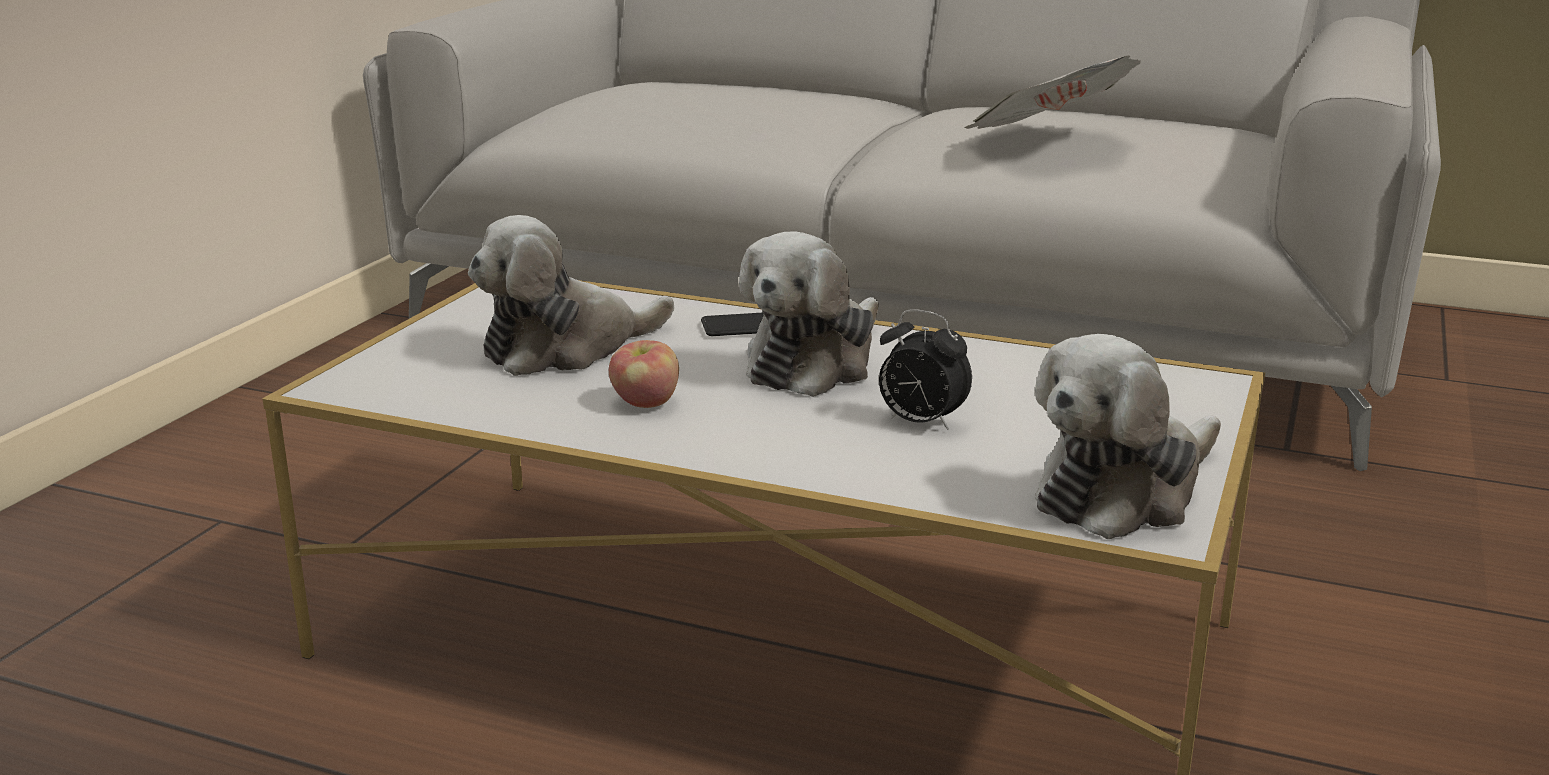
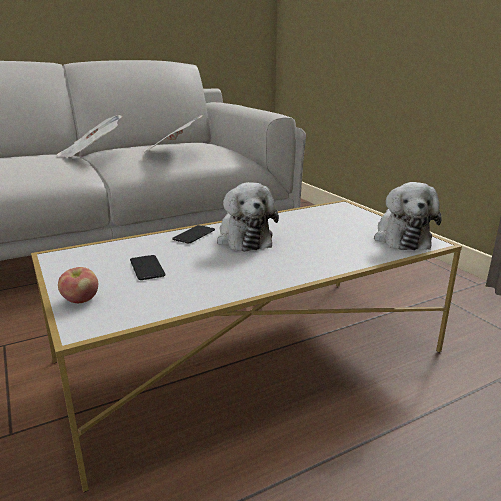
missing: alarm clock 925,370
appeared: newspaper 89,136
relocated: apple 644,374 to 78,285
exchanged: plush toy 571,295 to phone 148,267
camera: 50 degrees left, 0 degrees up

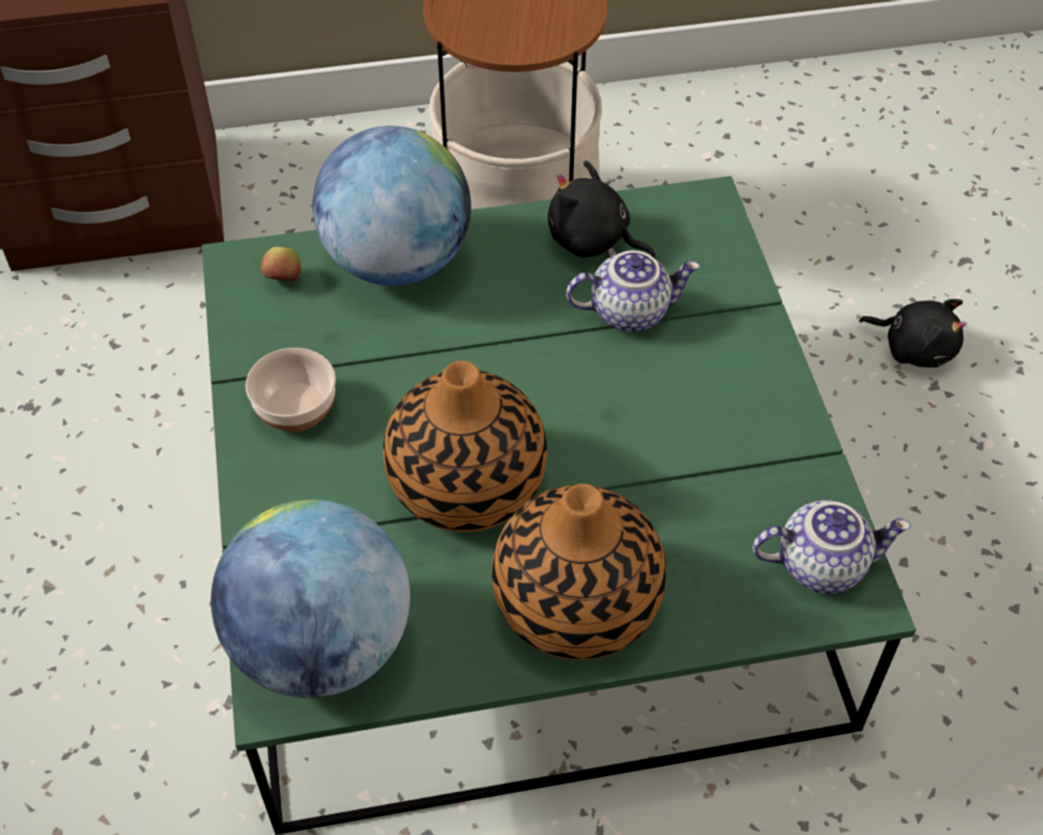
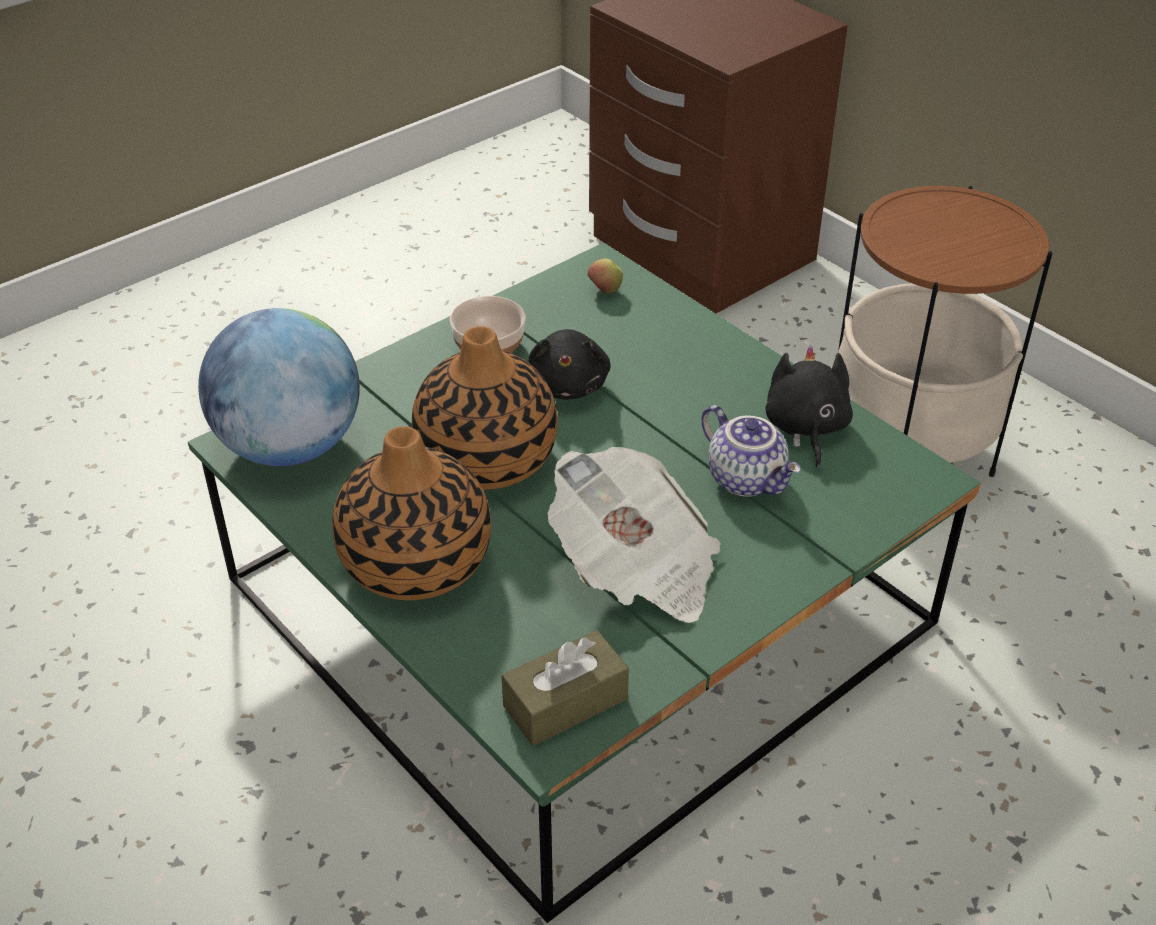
missing: globe 391,206
appeared: newspaper 634,535
relocated: black plush toy 913,333 to 569,364
exchanged: teapot 832,547 to brown tissue box 565,688
camera: 60 degrees right, 10 degrees down

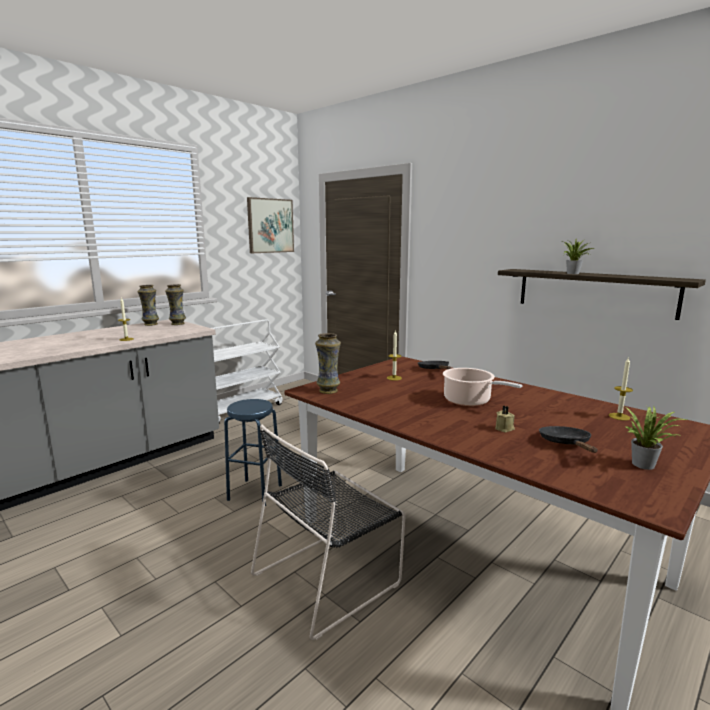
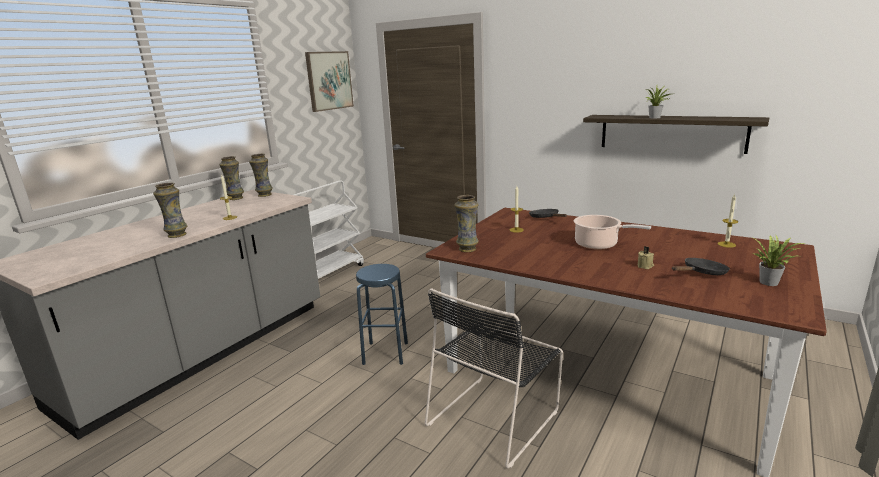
appeared: vase 170,210
spun: black frying pan 568,439 = 701,266 75 degrees clockwise
camera: 10 degrees left, 5 degrees up

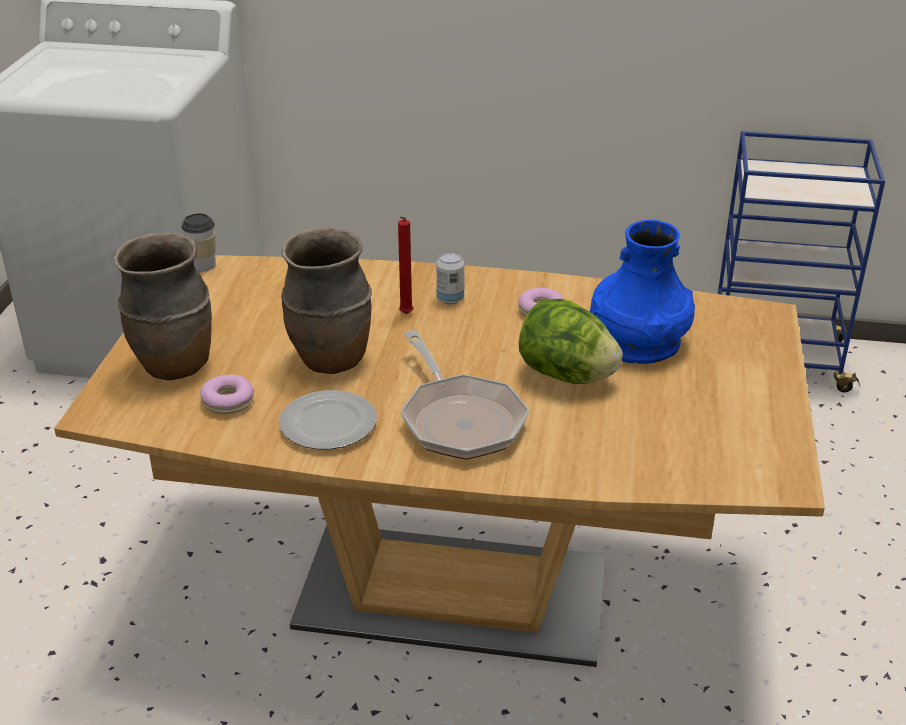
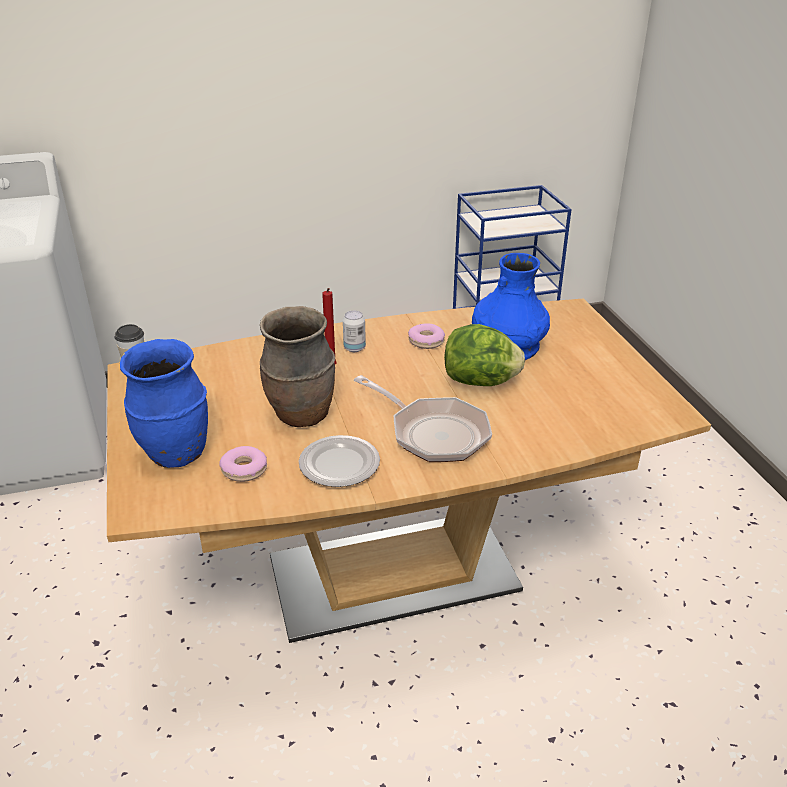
colour: brown vase 163,306 to blue vase 164,403
camera: 25 degrees left, 0 degrees up

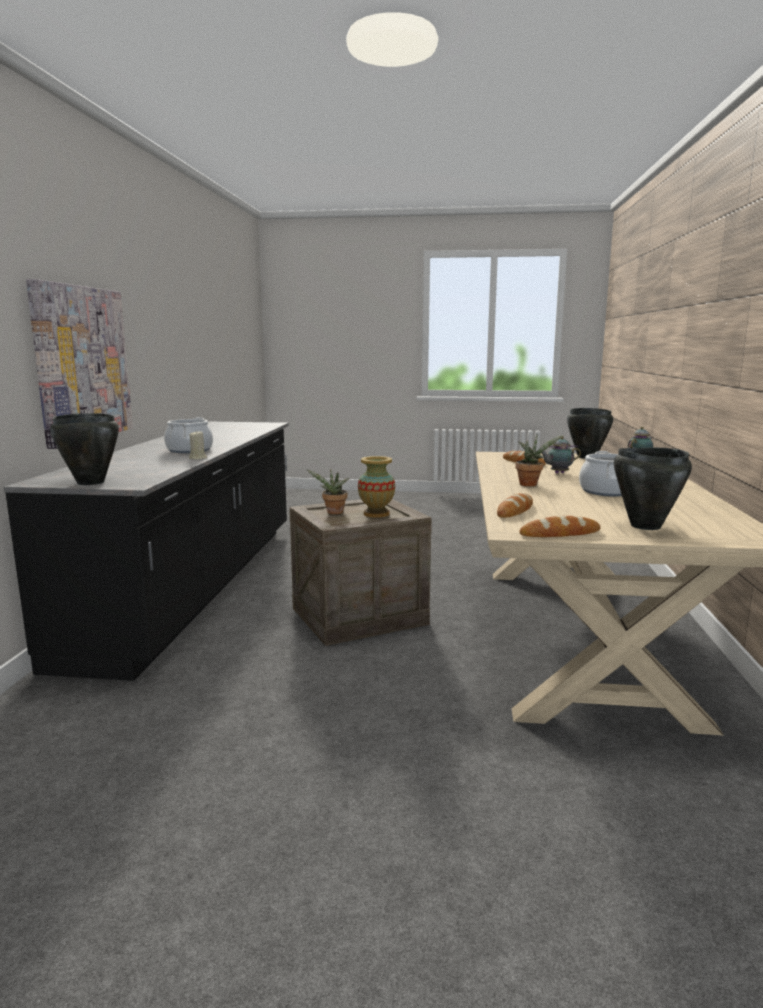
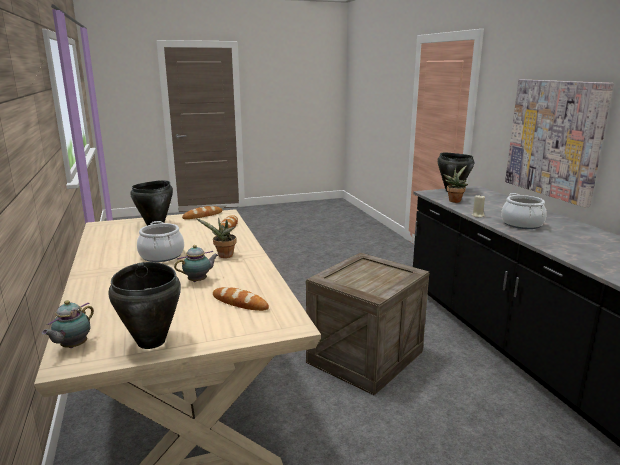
missing: vase 376,487
relocated: potted plant 328,491 to 455,184
camera: 155 degrees right, 5 degrees up

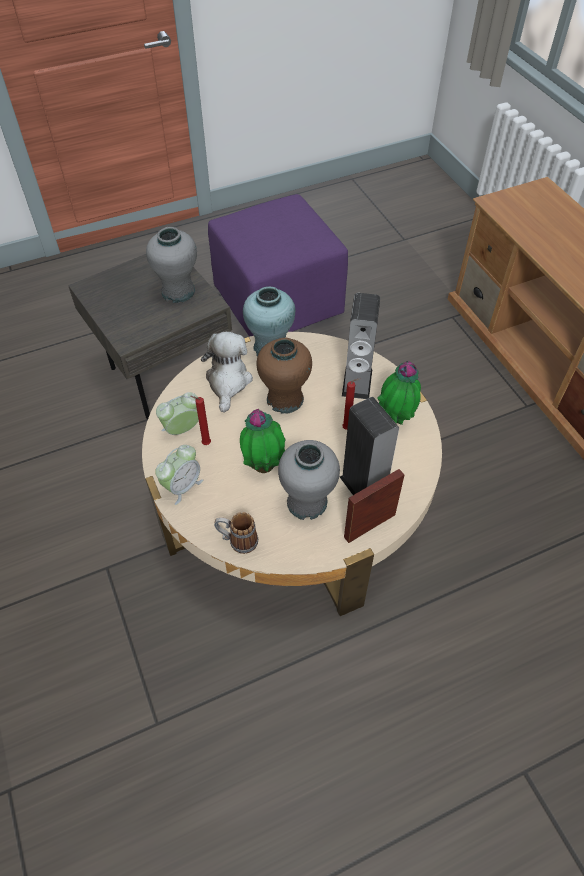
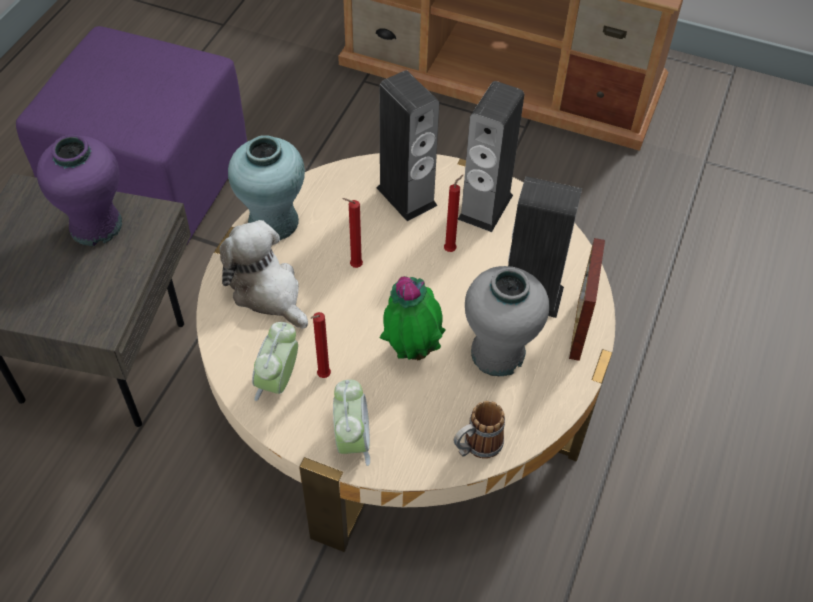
exchanged: brown vase 284,376 to red candle 352,233; potted plant 399,393 to speaker 491,156
colour: grey vase 171,265 to purple vase 79,190
camera: 45 degrees left, 0 degrees up

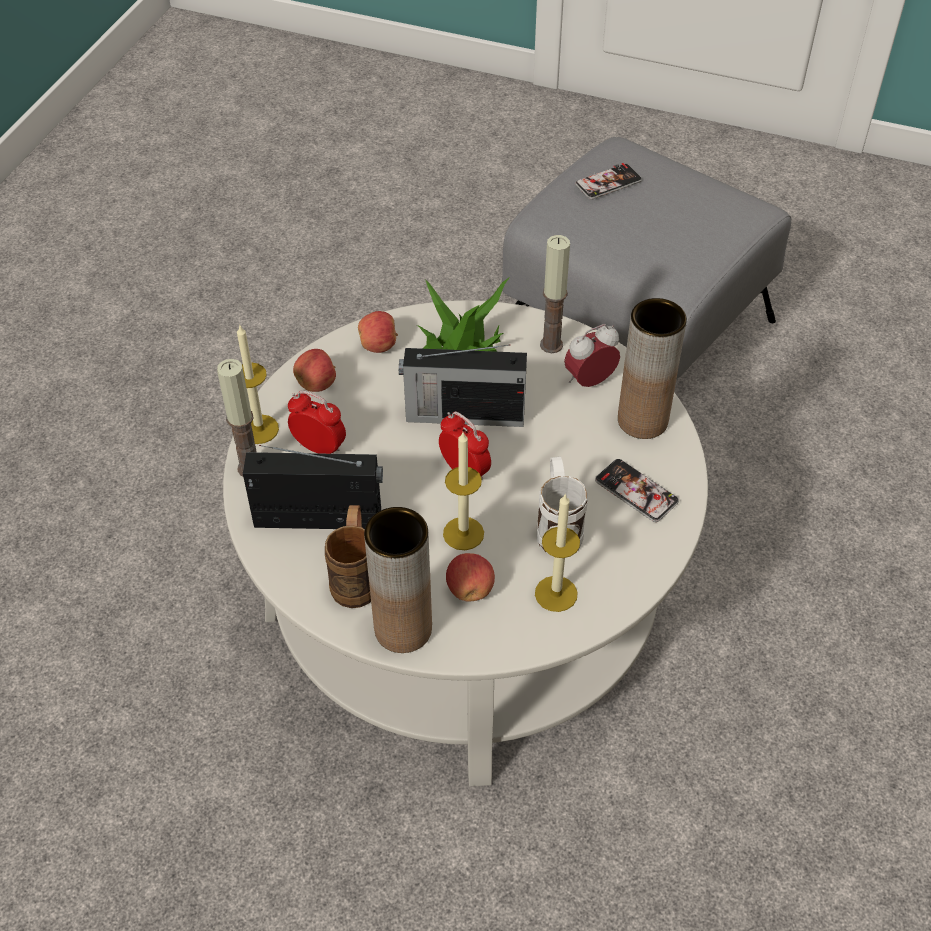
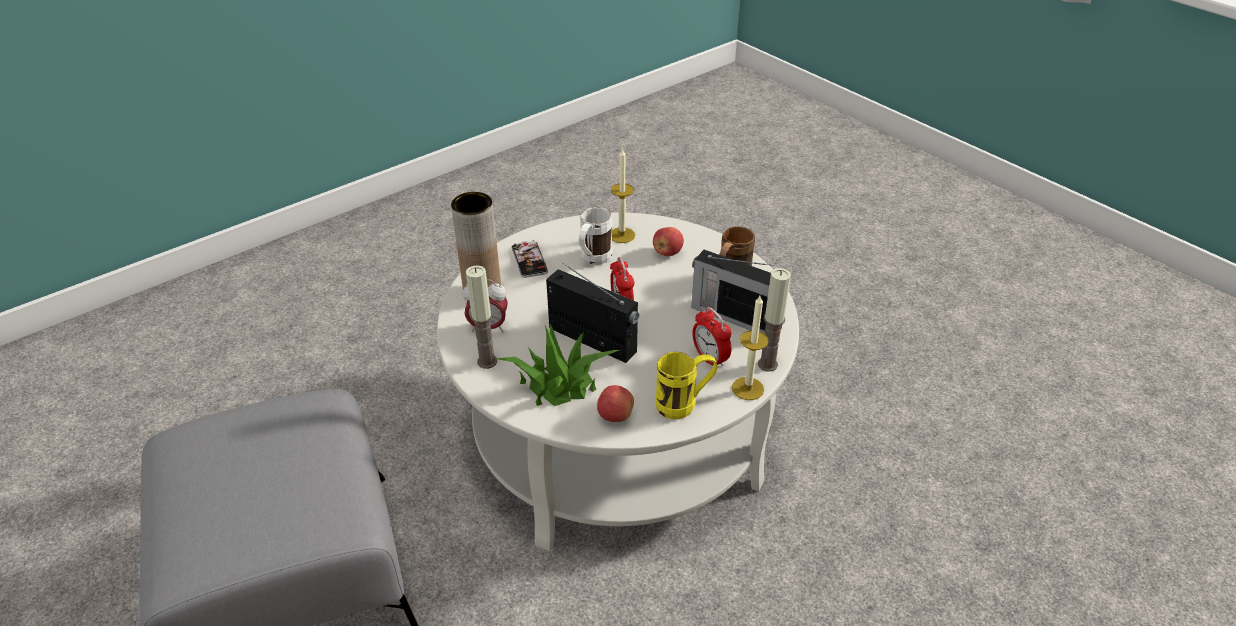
missing: brown vase 398,580; candle 463,491; phone 608,181
exchanged: apple 314,370 to yellow mug 687,385
camera: 150 degrees left, 10 degrees down

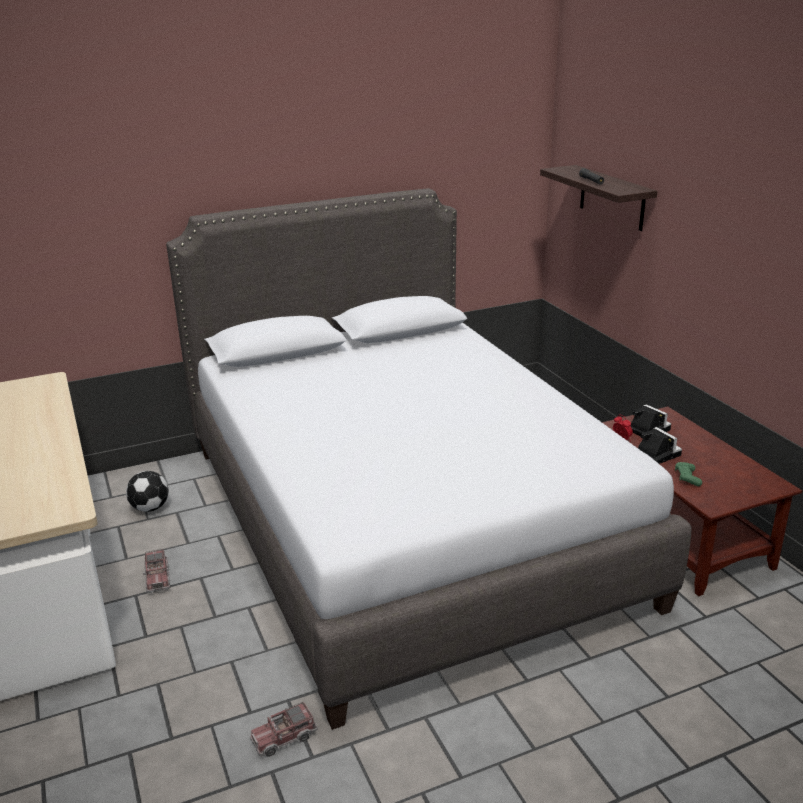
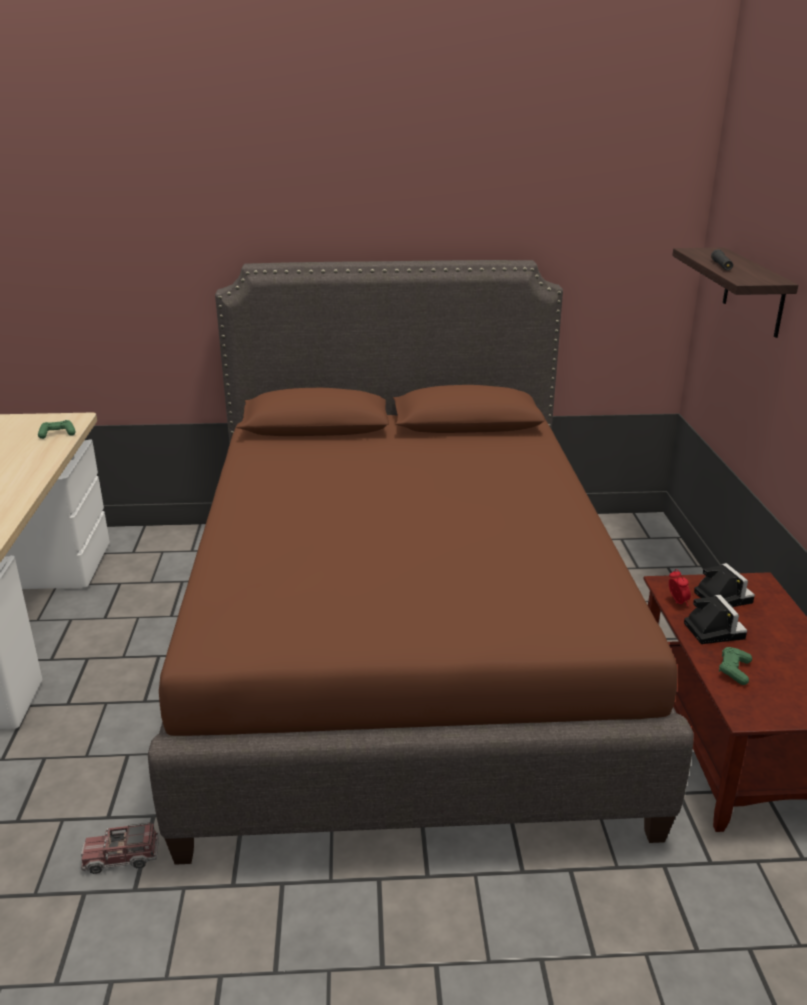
missing: football 147,491; toy truck 156,571
appeared: green game controller 57,429
colour: grey bed 429,459 to brown bed 421,562
camera: 20 degrees right, 0 degrees up

